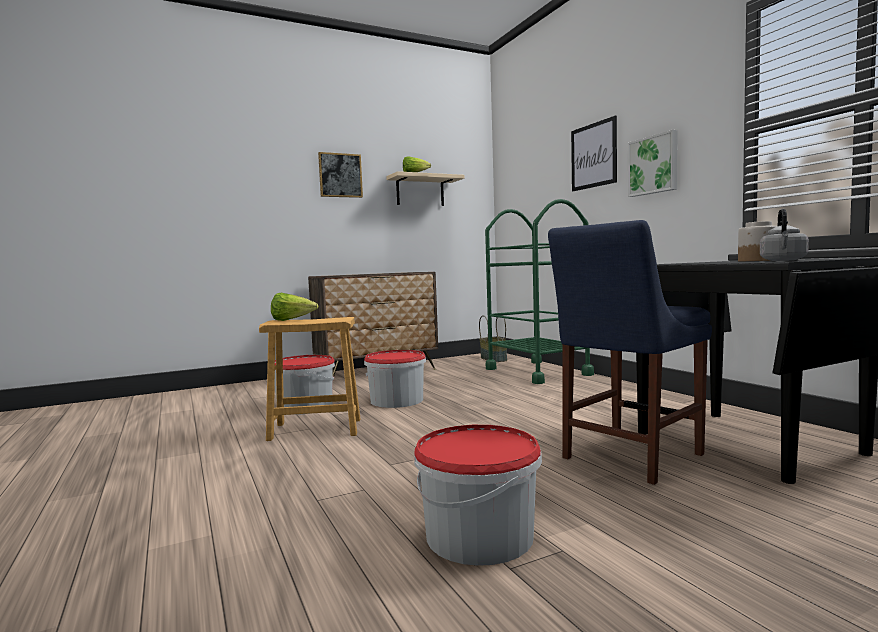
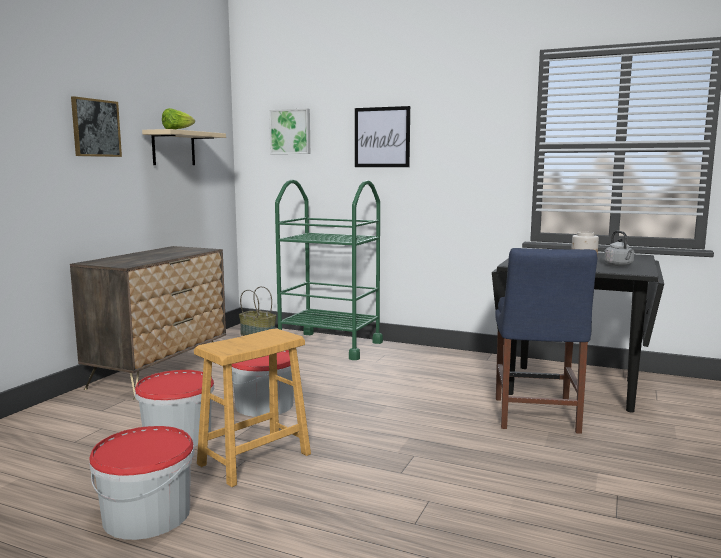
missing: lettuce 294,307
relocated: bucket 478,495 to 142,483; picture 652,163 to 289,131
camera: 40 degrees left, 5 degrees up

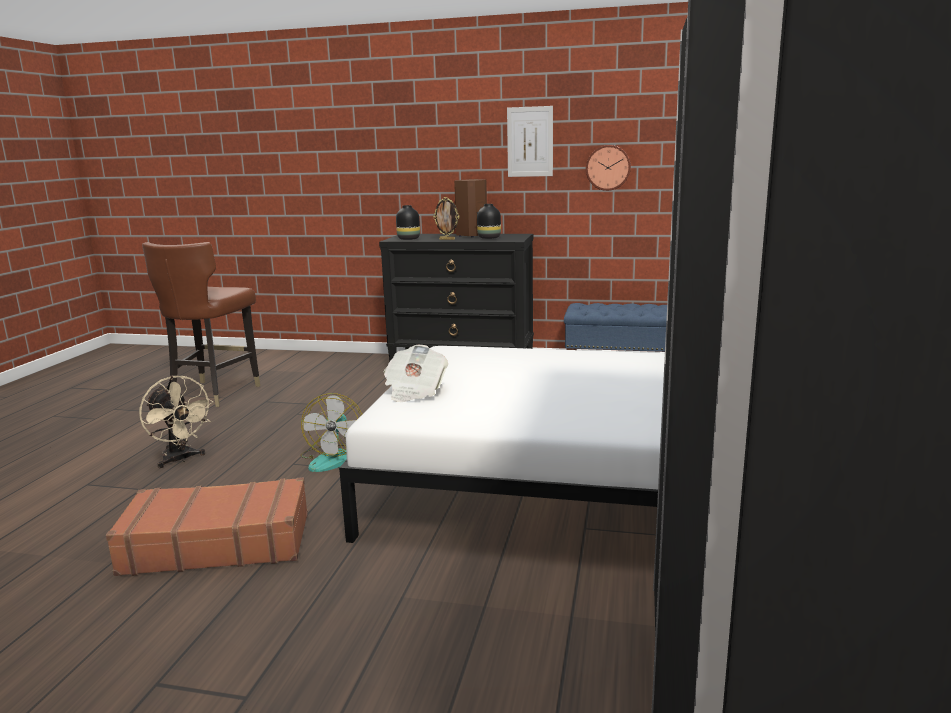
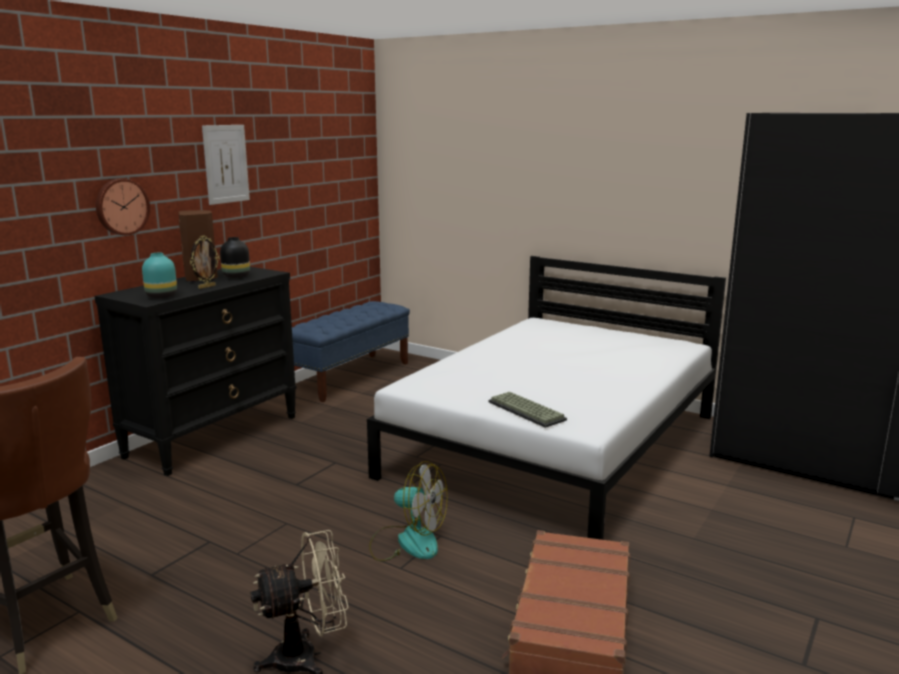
relocated: wall clock 608,168 to 123,207
exchanged: newspaper 415,373 to keyboard 528,410
colour: black vase 408,222 to turquoise vase 159,276
camera: 70 degrees left, 0 degrees up

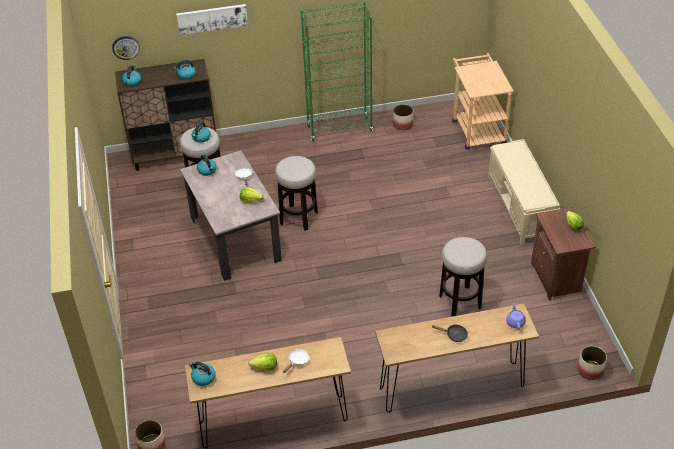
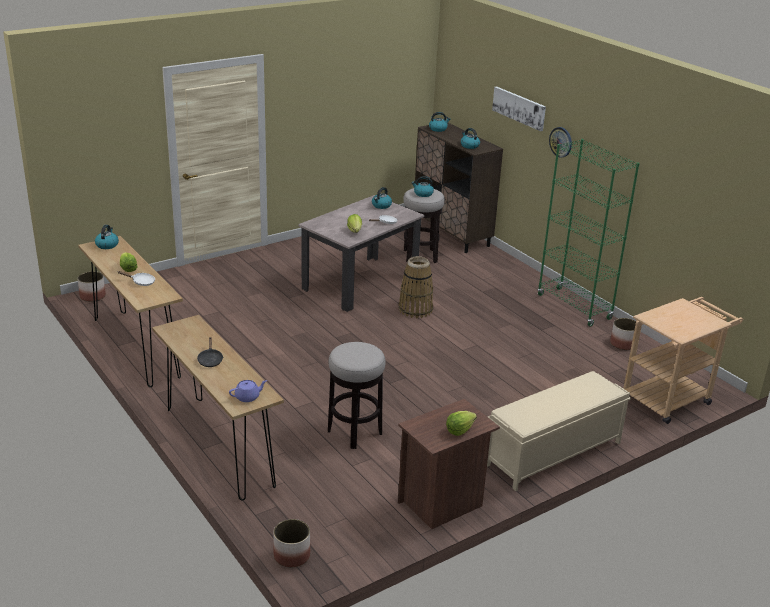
relocated: wall clock 126,48 to 560,142
exchanged: stool 296,193 to basket 416,287
camera: 65 degrees right, 15 degrees down

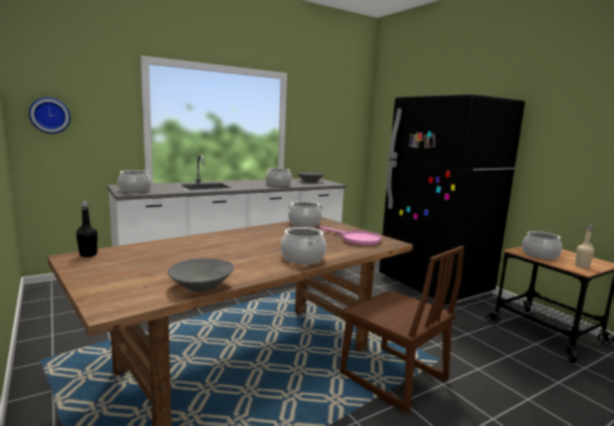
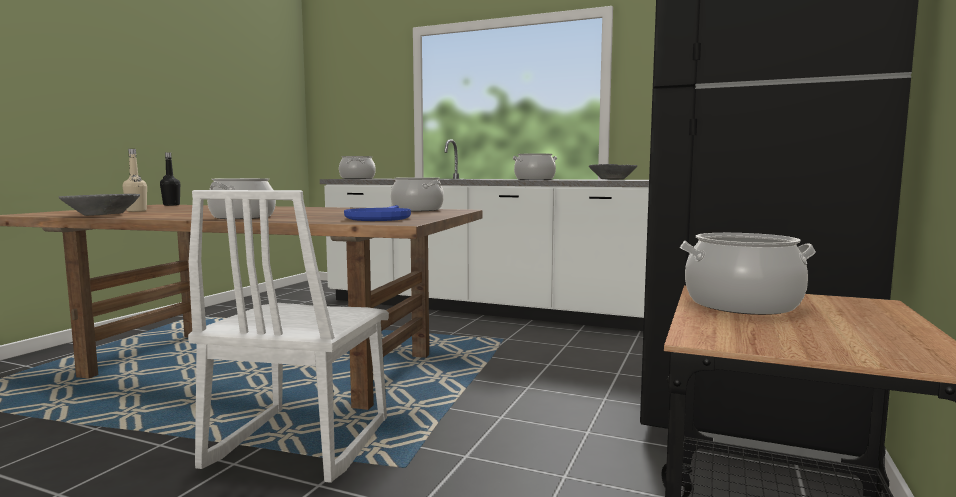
missing: wall clock 50,115
relocated: beige bottle 584,246 to 134,180
colour: brown chair 402,329 to white chair 288,336; pink frying pan 350,236 to blue frying pan 377,213
camera: 55 degrees right, 5 degrees down

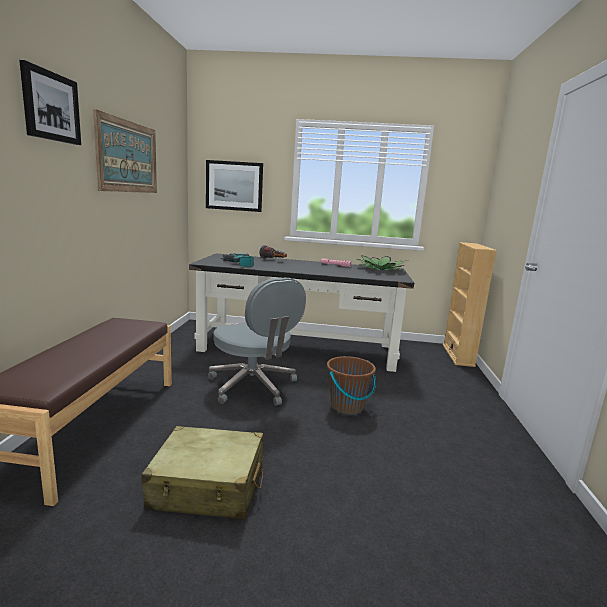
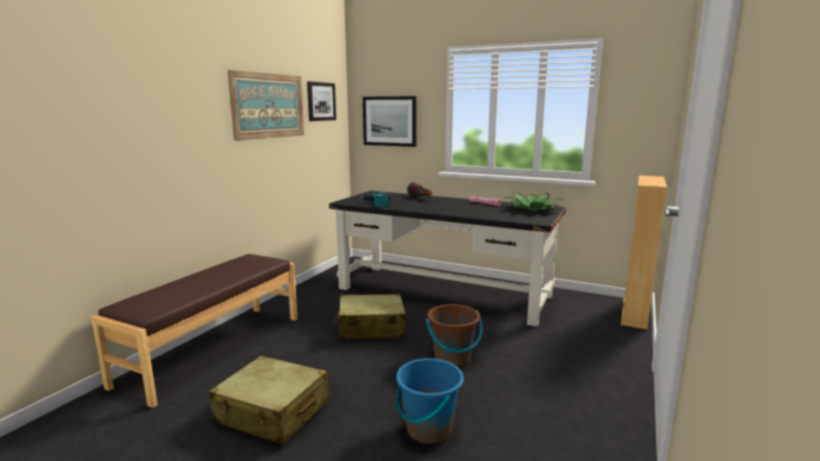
appeared: blue bucket 430,401
relocated: picture 50,102 to 321,101
exchanged: grey office chair 257,342 to beige suitcase 370,317
camera: 20 degrees right, 0 degrees up

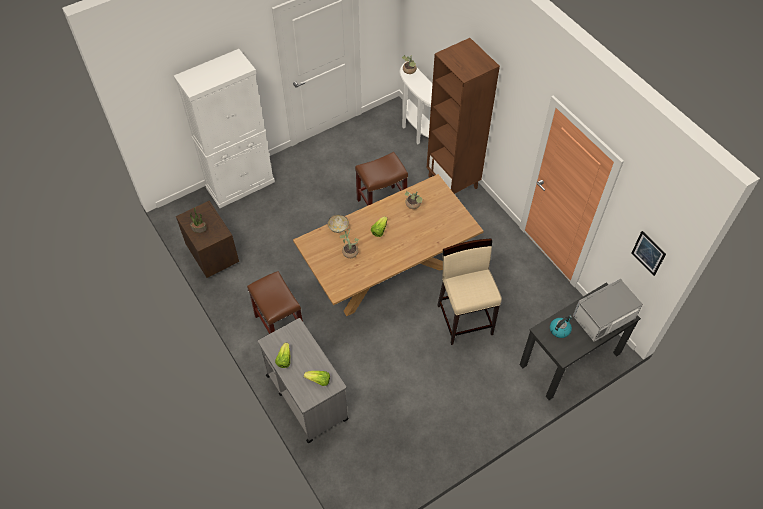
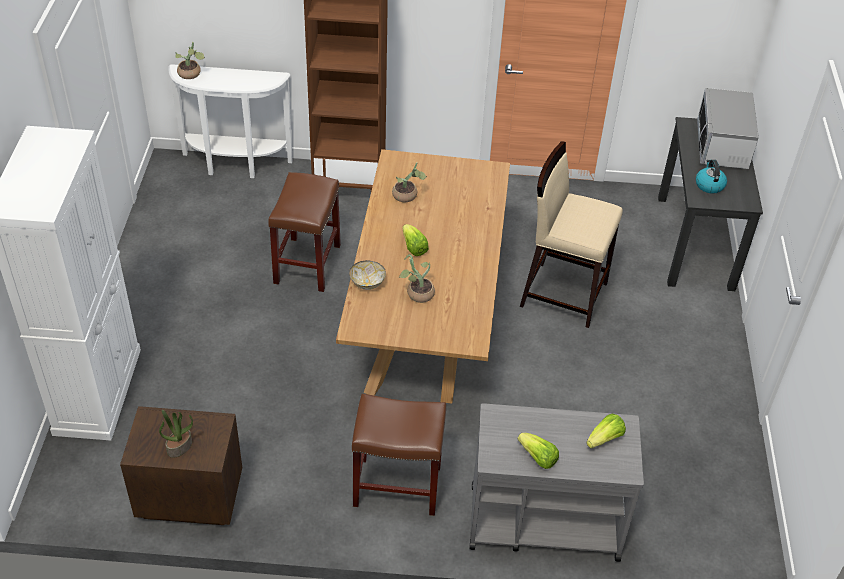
missing: picture 649,253
camera: 55 degrees left, 10 degrees down

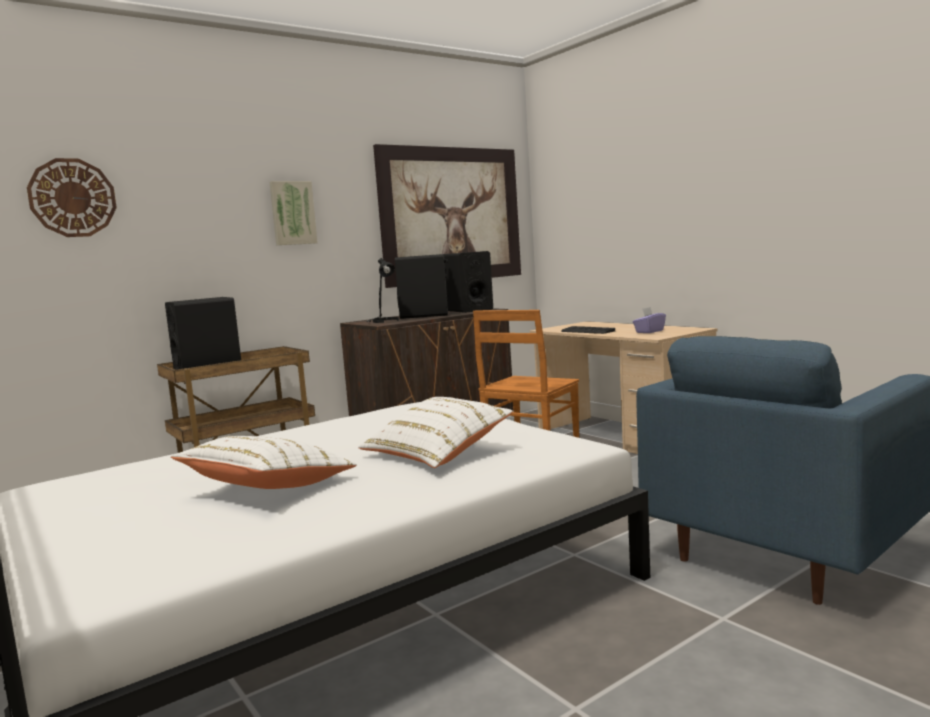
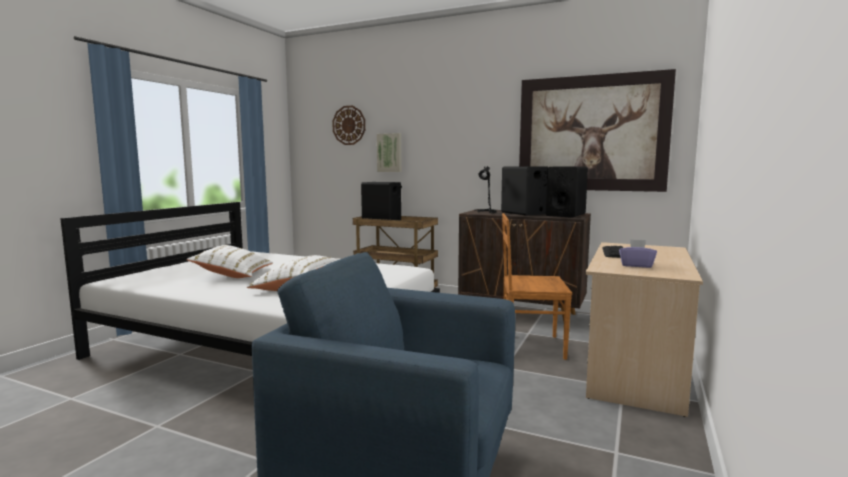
relocated: picture 293,213 to 389,152
camera: 60 degrees right, 0 degrees up

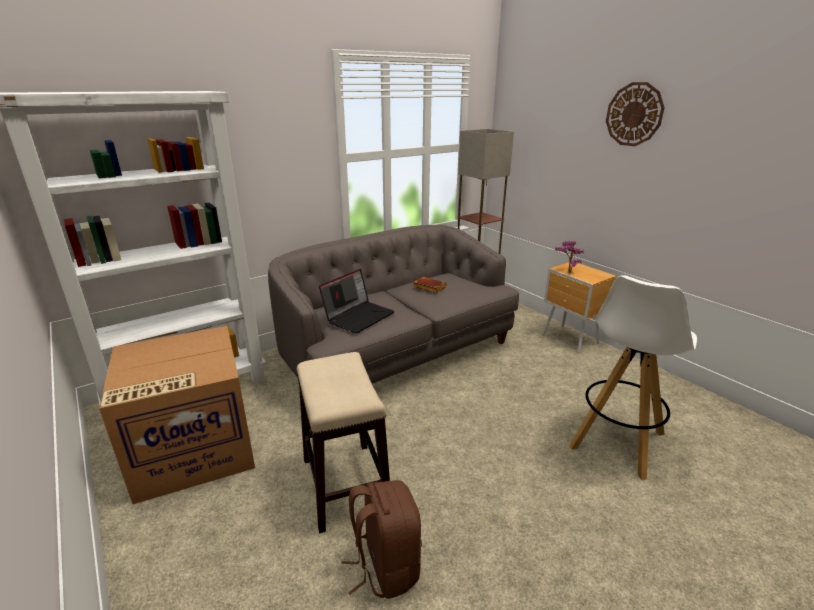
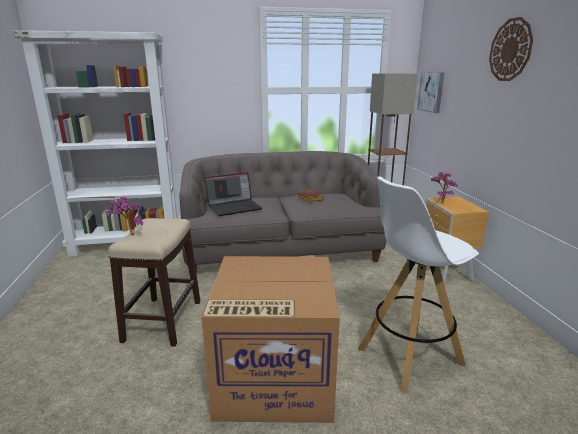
missing: brown backpack 381,539
appeared: potted plant 124,216; picture 430,92
relocated: cardboard box 177,415 to 270,339
camera: 25 degrees right, 5 degrees down

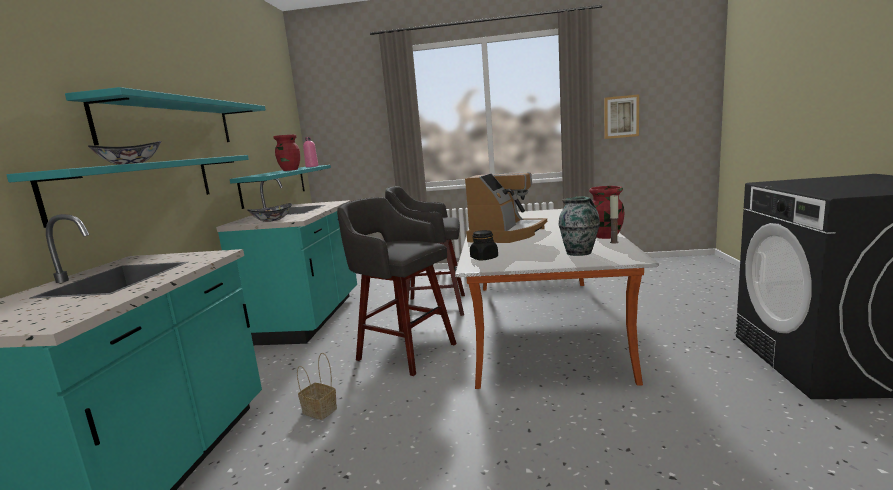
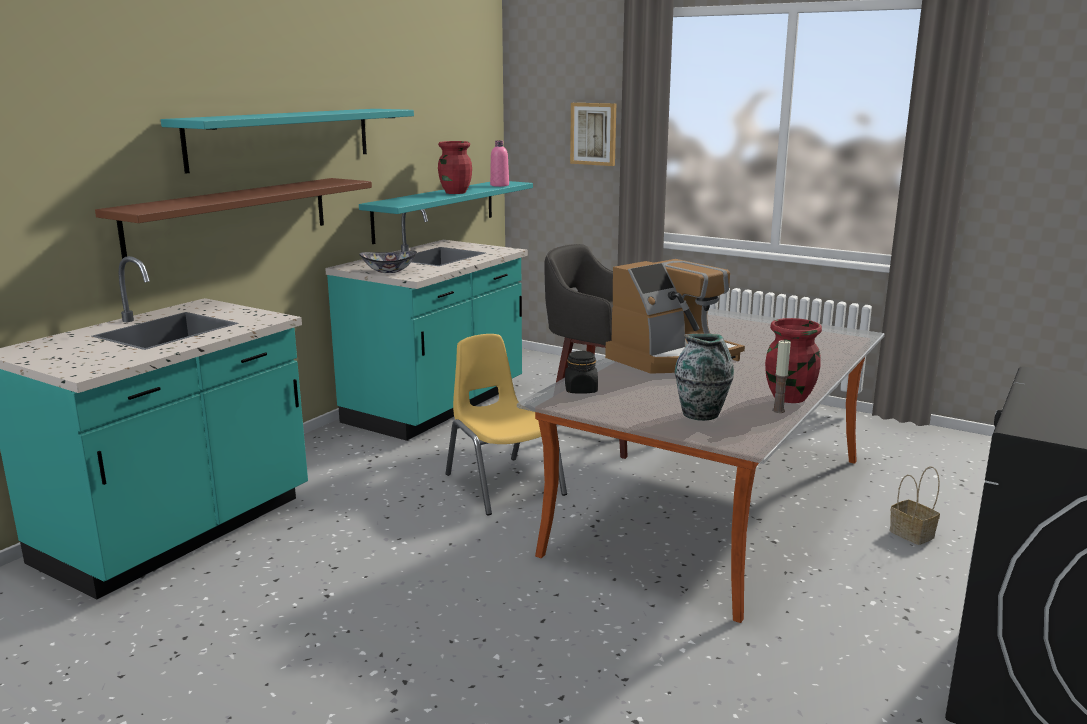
missing: bowl 124,153
relocated: picture 621,116 to 593,134; basket 317,386 to 915,505
exchanged: grey stool 397,286 to yellow chair 506,424
colour: turquoise shelf 127,191 to brown shelf 233,218
camera: 25 degrees right, 5 degrees up

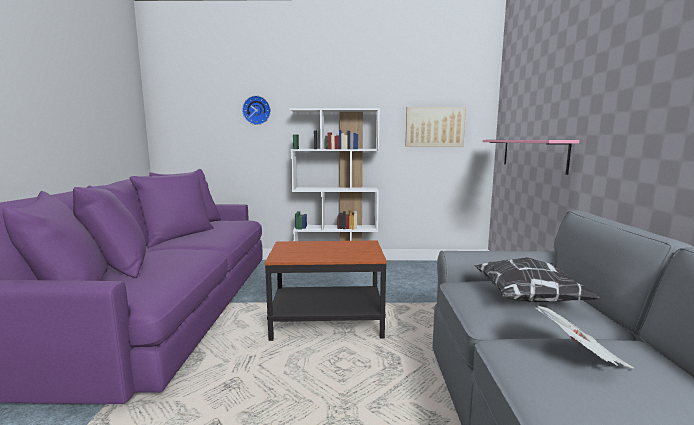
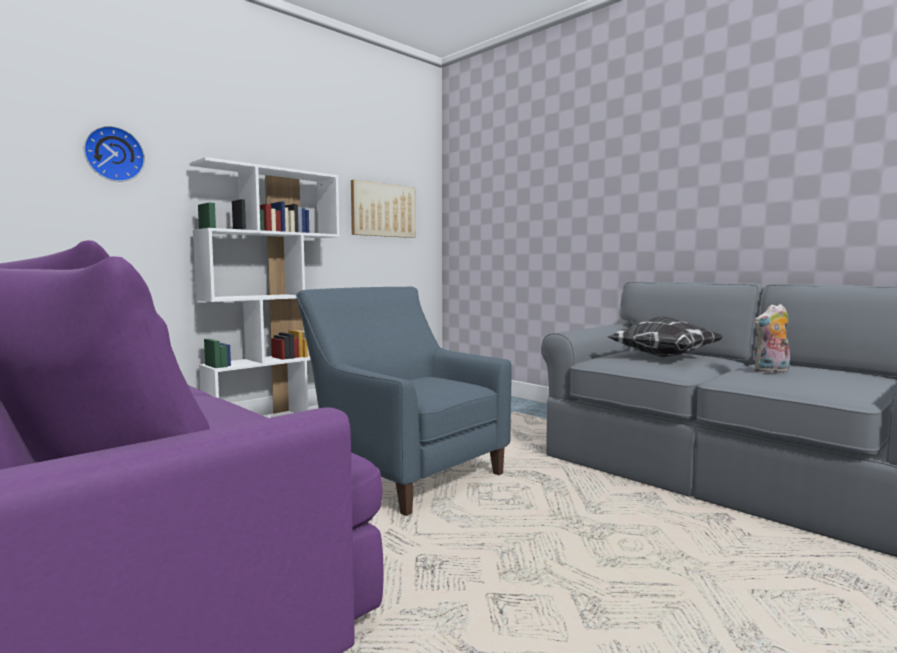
missing: pink shelf 531,157
exchanged: side table 326,291 to blue armchair 404,401; newspaper 584,337 to plush toy 772,338
camera: 45 degrees left, 5 degrees down

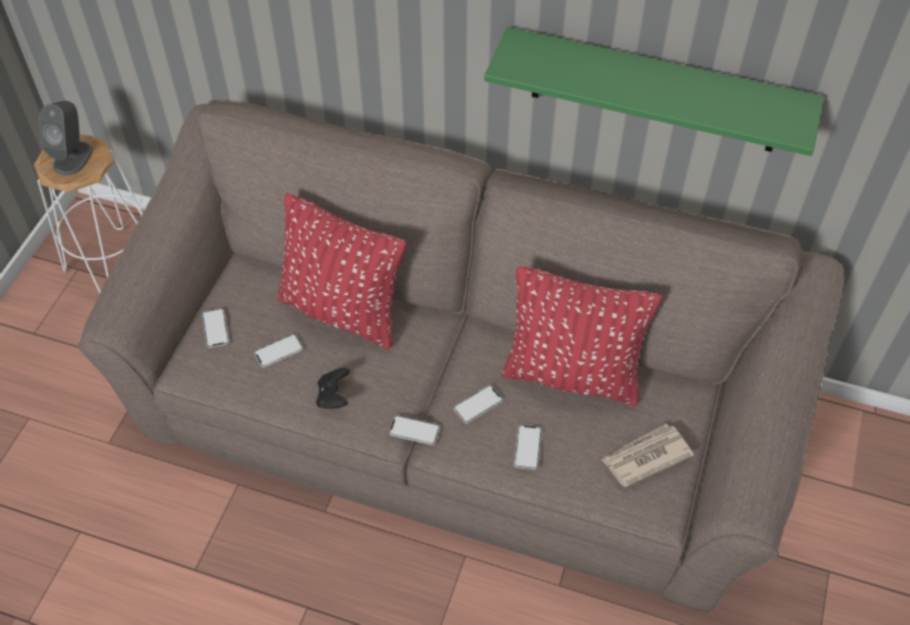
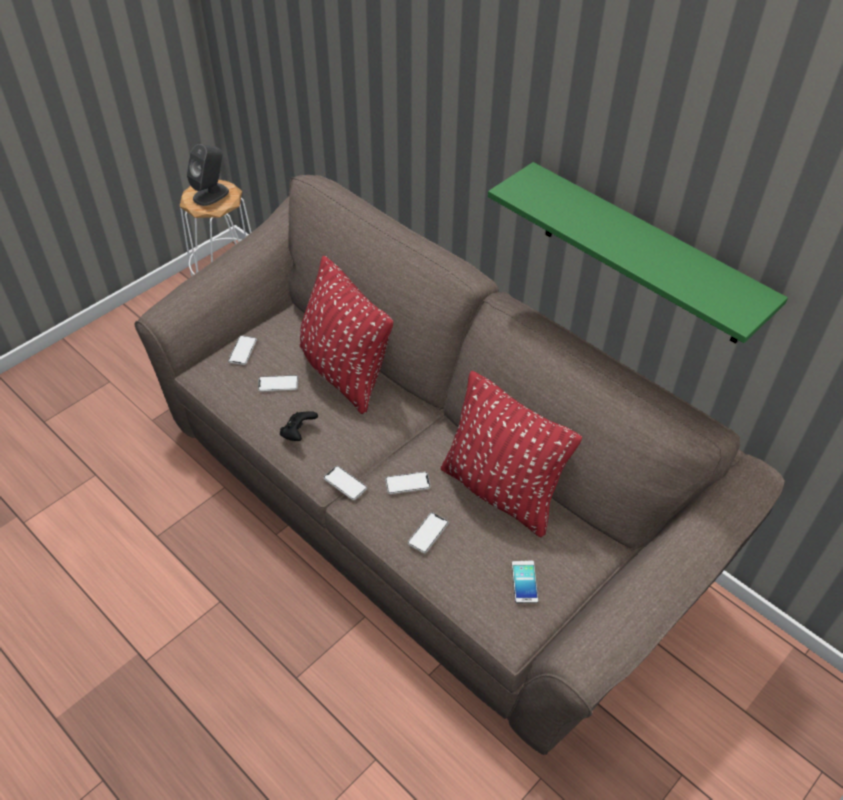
exchanged: newspaper 647,455 to phone 525,582
camera: 25 degrees right, 5 degrees down

